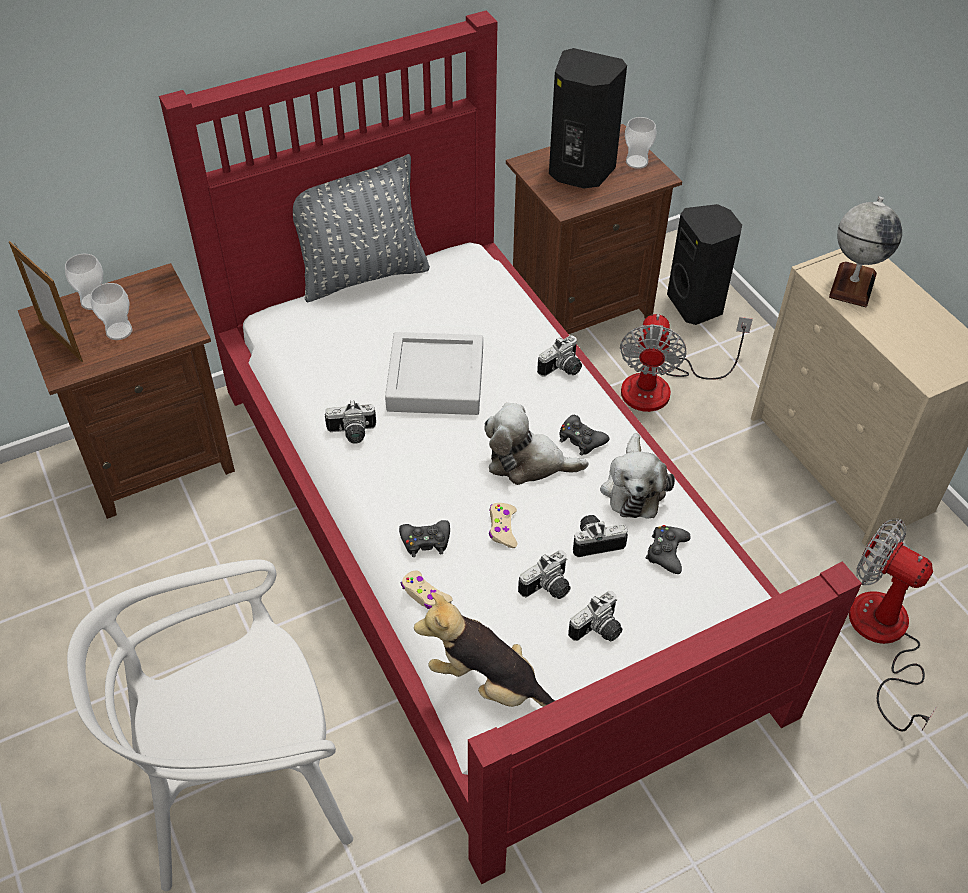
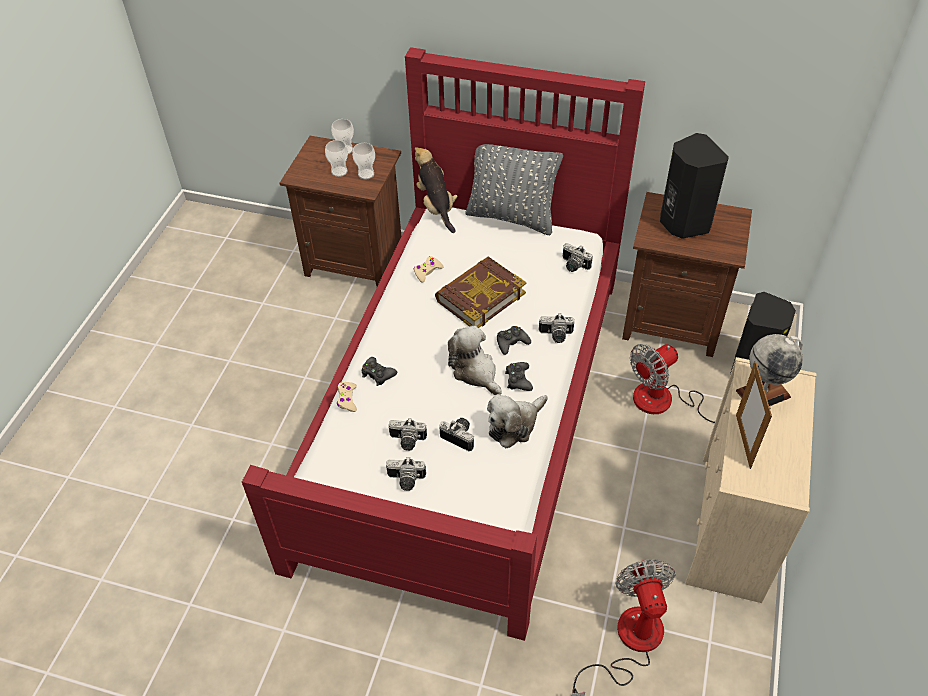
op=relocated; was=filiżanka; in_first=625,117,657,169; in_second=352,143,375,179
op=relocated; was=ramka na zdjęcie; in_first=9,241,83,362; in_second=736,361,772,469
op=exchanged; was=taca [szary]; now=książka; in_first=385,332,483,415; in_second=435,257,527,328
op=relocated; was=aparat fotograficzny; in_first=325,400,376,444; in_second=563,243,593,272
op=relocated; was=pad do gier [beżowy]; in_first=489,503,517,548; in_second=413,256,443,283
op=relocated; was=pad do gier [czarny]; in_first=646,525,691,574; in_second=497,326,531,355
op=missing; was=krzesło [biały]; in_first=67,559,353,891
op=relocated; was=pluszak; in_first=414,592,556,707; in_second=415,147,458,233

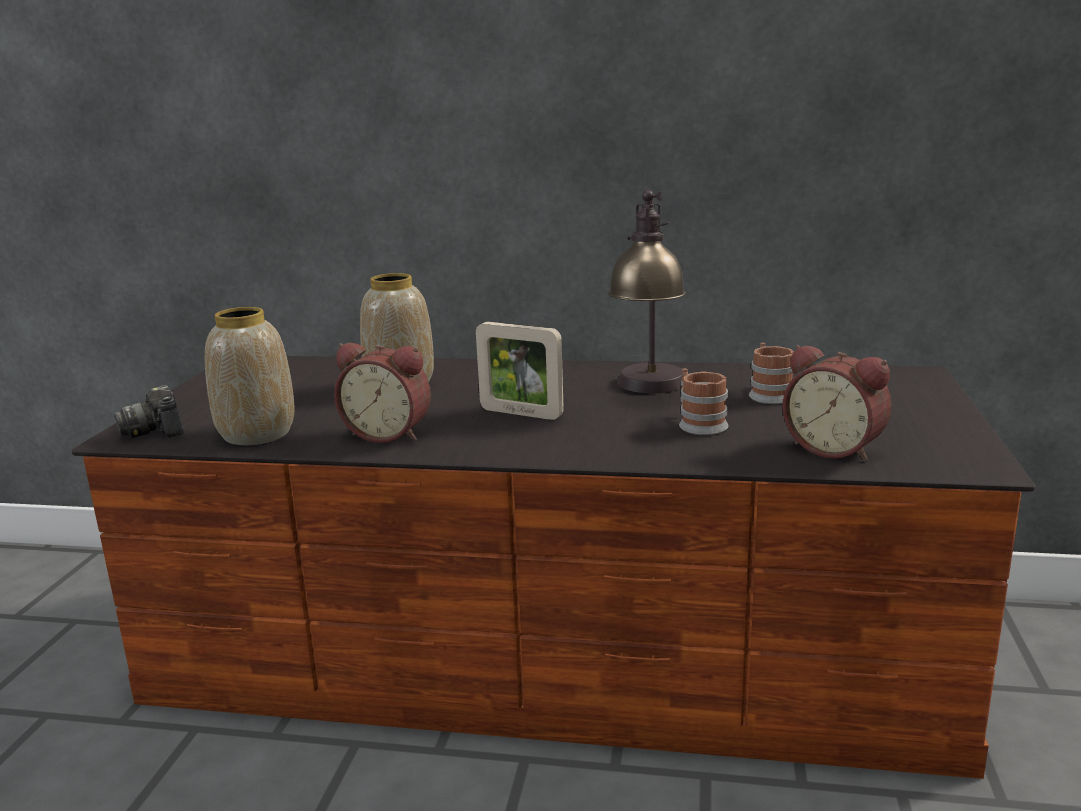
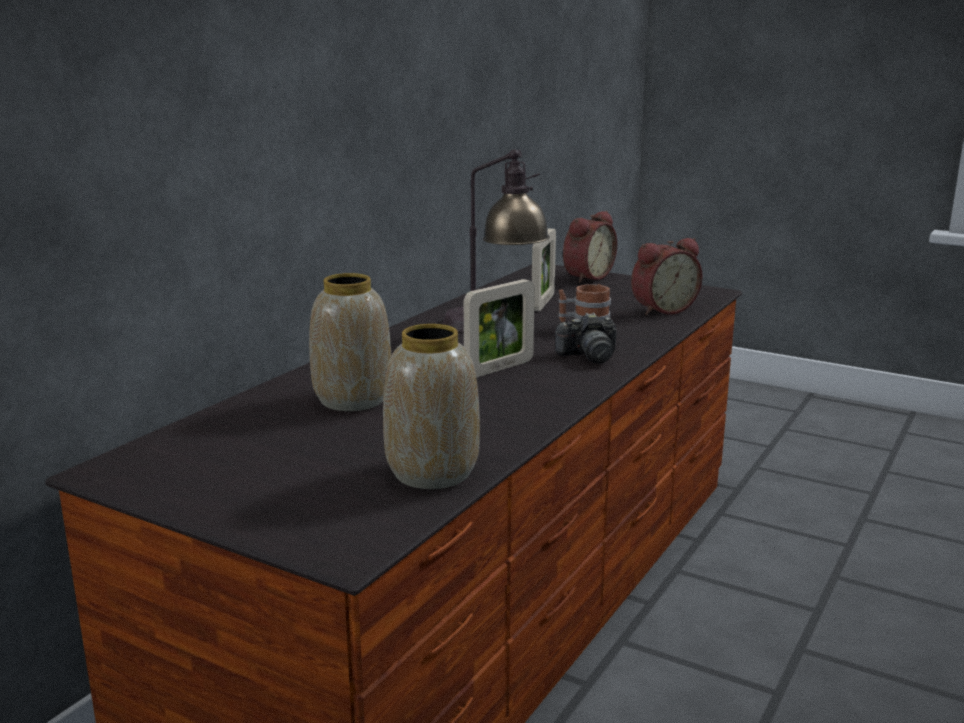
op=relocated; was=budzik; in_first=334,343,431,443; in_second=563,211,617,283
op=exchanged; was=kubek; now=ramka na zdjęcie; in_first=749,343,794,404; in_second=532,228,556,311
op=relocated; was=aparat fotograficzny; in_first=114,385,184,438; in_second=555,313,616,364

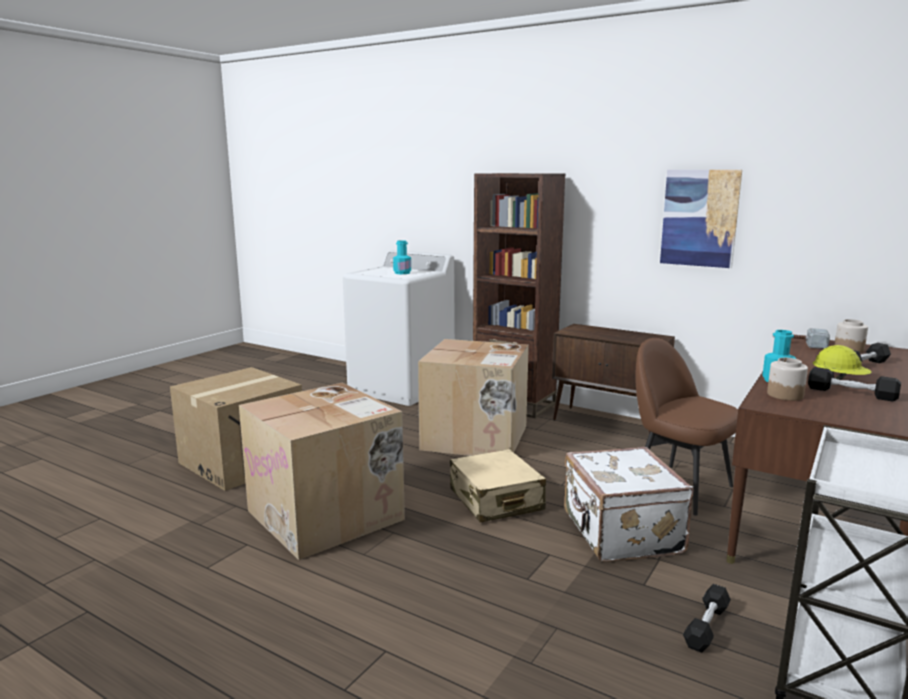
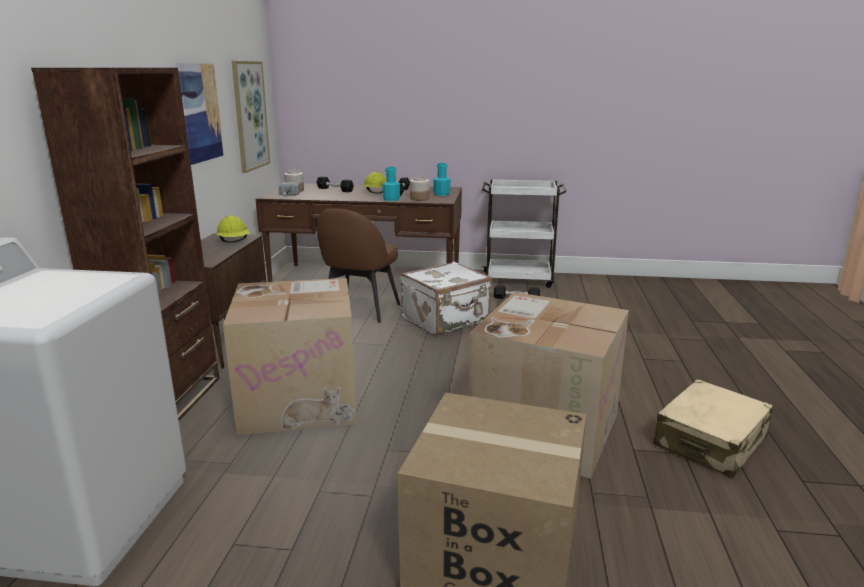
op=relocated; was=butelka [turkusowy]; in_first=393,240,411,274; in_second=434,163,450,196
op=relocated; was=walizka [beżowy]; in_first=450,449,546,522; in_second=653,379,774,478
op=appeared; now=obraz; in_second=232,61,270,173
op=appeared; now=kask [żółty]; in_second=216,215,250,243

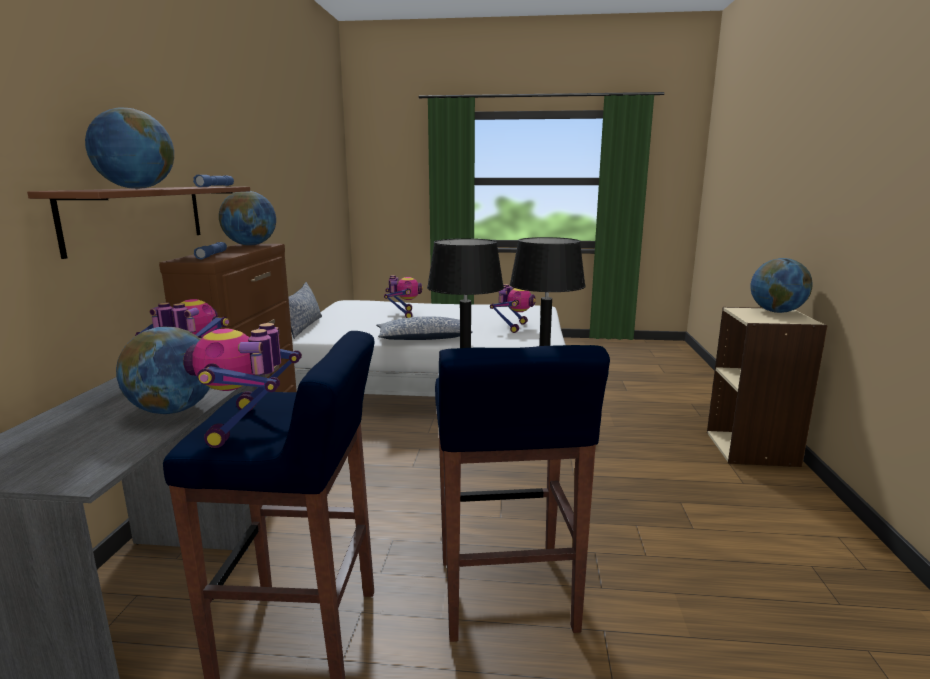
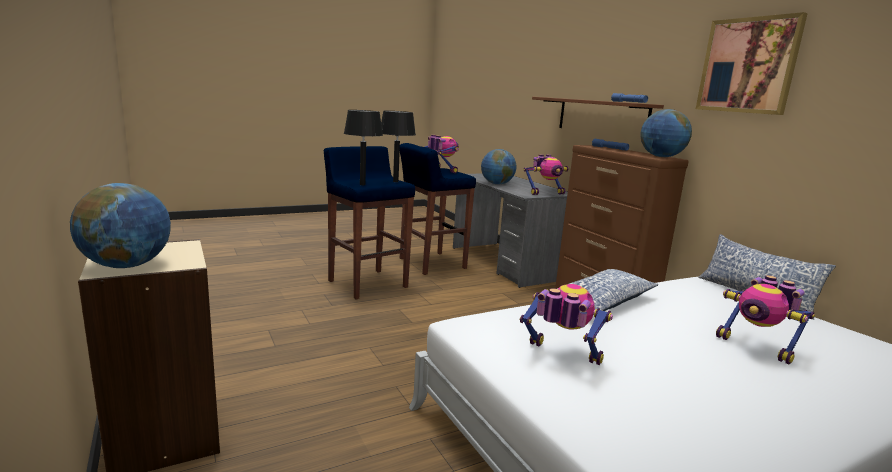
op=missing; was=globus; in_first=85,108,174,189
op=spun; was=robot zabawkowy; in_first=490,284,536,333; in_second=520,284,613,365; clockwise=135
op=appeared; now=obraz; in_second=696,12,808,115

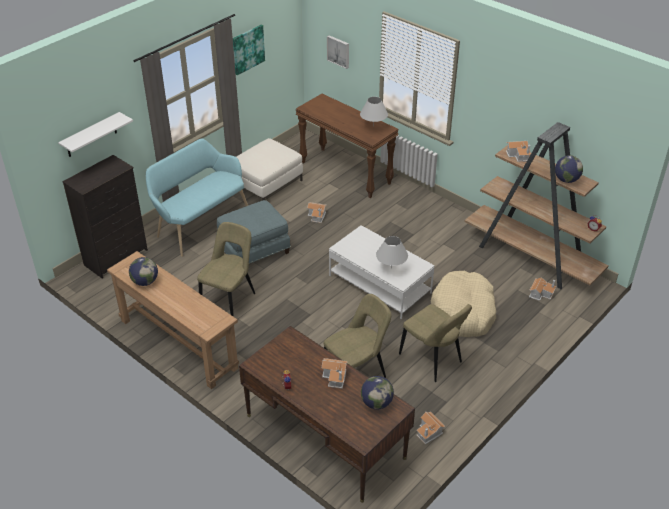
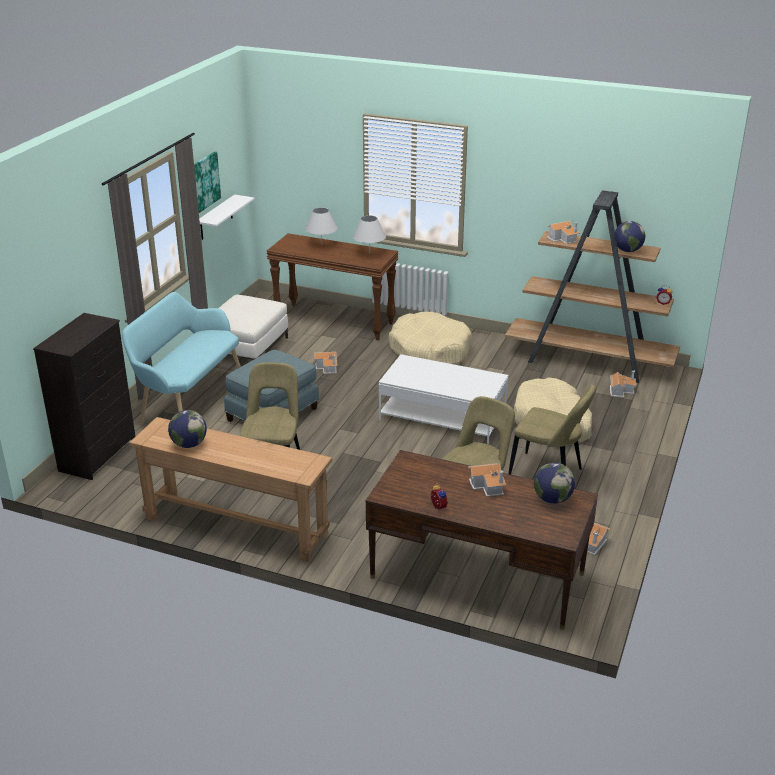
op=missing; was=obraz; in_first=327,35,349,69
op=relocated; was=półka [biały]; in_first=58,112,133,157; in_second=199,195,254,240
op=relocated; was=lampa stołowa [biały]; in_first=376,236,408,268; in_second=305,207,338,241
op=appeared; now=legowisko [beżowy]; in_second=389,312,472,365

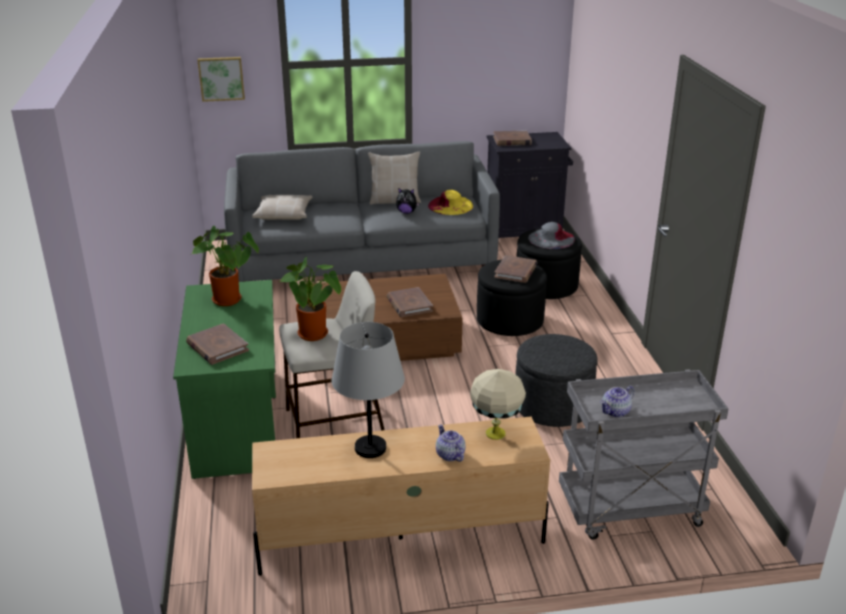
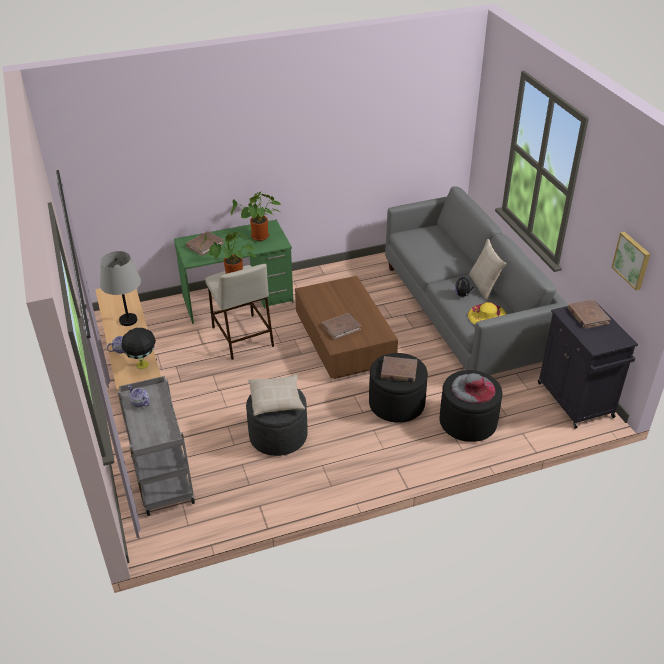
op=relocated; was=obraz; in_first=198,57,245,102; in_second=611,232,650,290
op=relocated; was=poduszka [beżowy]; in_first=252,195,312,220; in_second=248,374,305,416
op=colour; was=lampa stołowa [beżowy]; now=lampa stołowa [czarny]; in_first=470,369,526,440; in_second=121,328,156,369

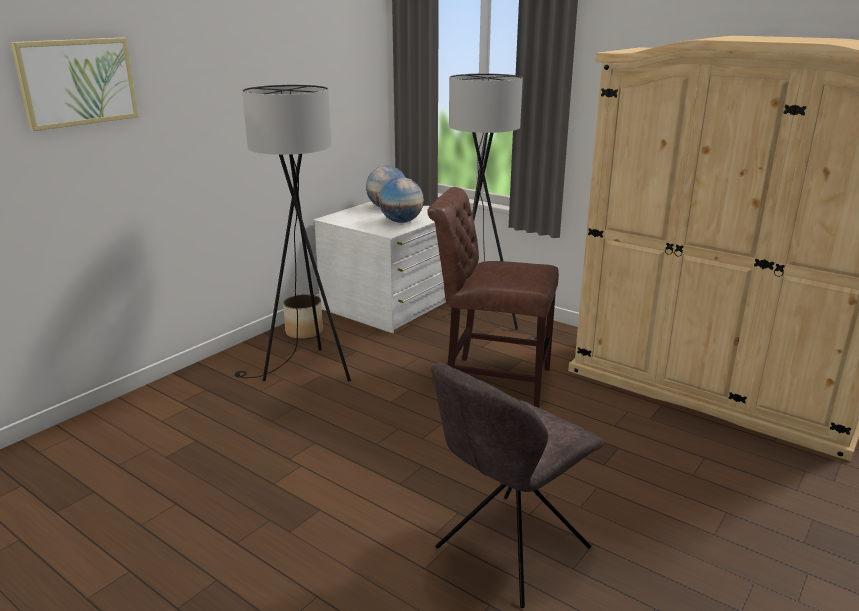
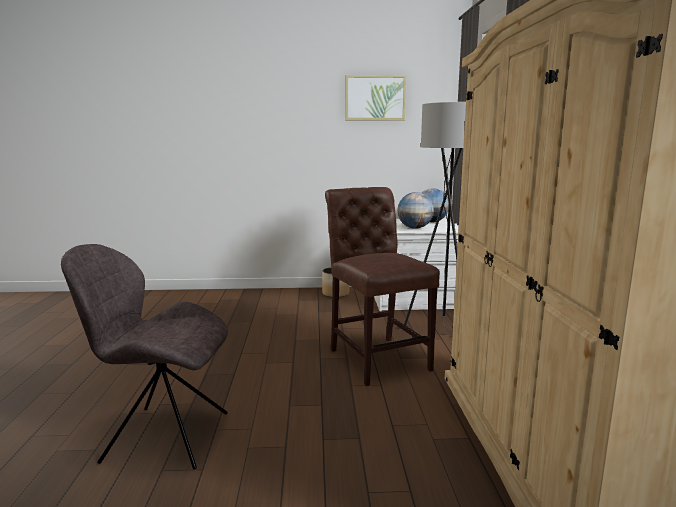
op=relocated; was=obraz; in_first=11,38,139,131; in_second=345,75,406,120
op=missing; was=lampa stojąca [czarny]; in_first=234,85,351,382

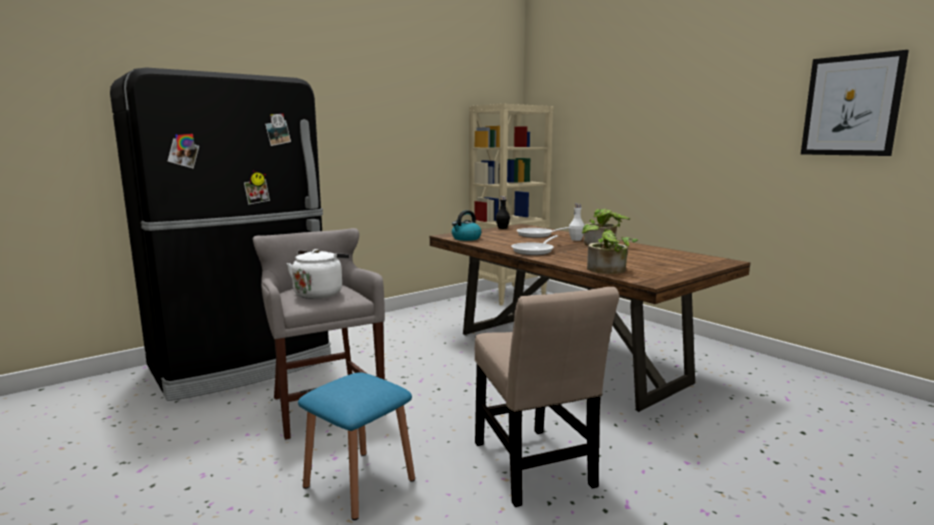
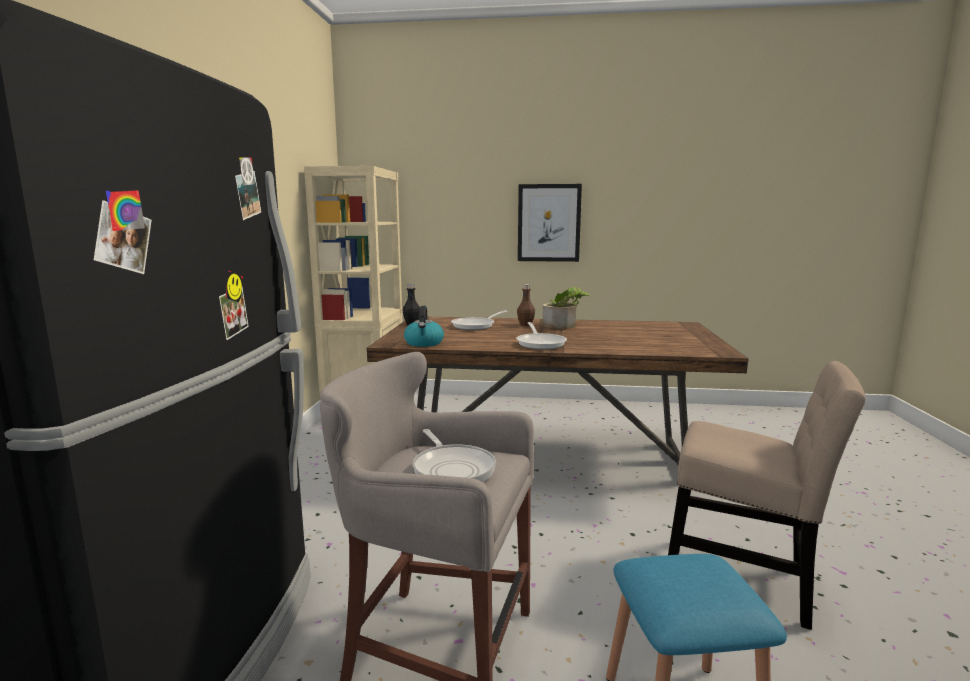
op=relocated; was=obraz; in_first=801,50,909,156; in_second=518,184,582,262
op=colour; was=butelka [biały]; now=butelka [brązowy]; in_first=569,204,585,241; in_second=517,284,535,326
op=missing; was=roślina doniczkowa; in_first=582,224,638,274
op=exchanged; was=czajnik [biały]; now=patelnia; in_first=287,249,349,299; in_second=413,429,496,482

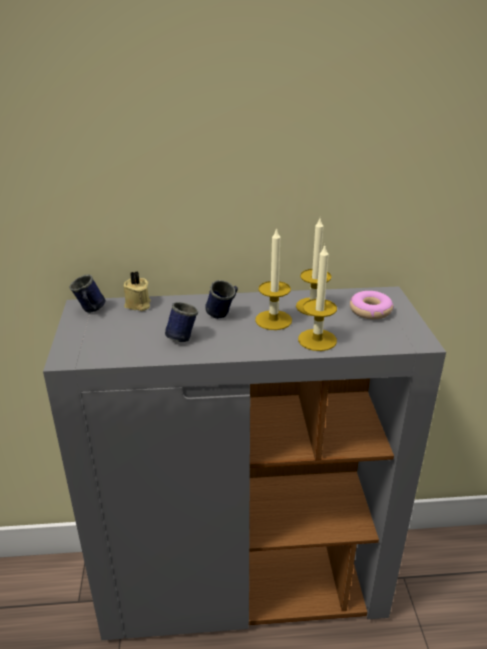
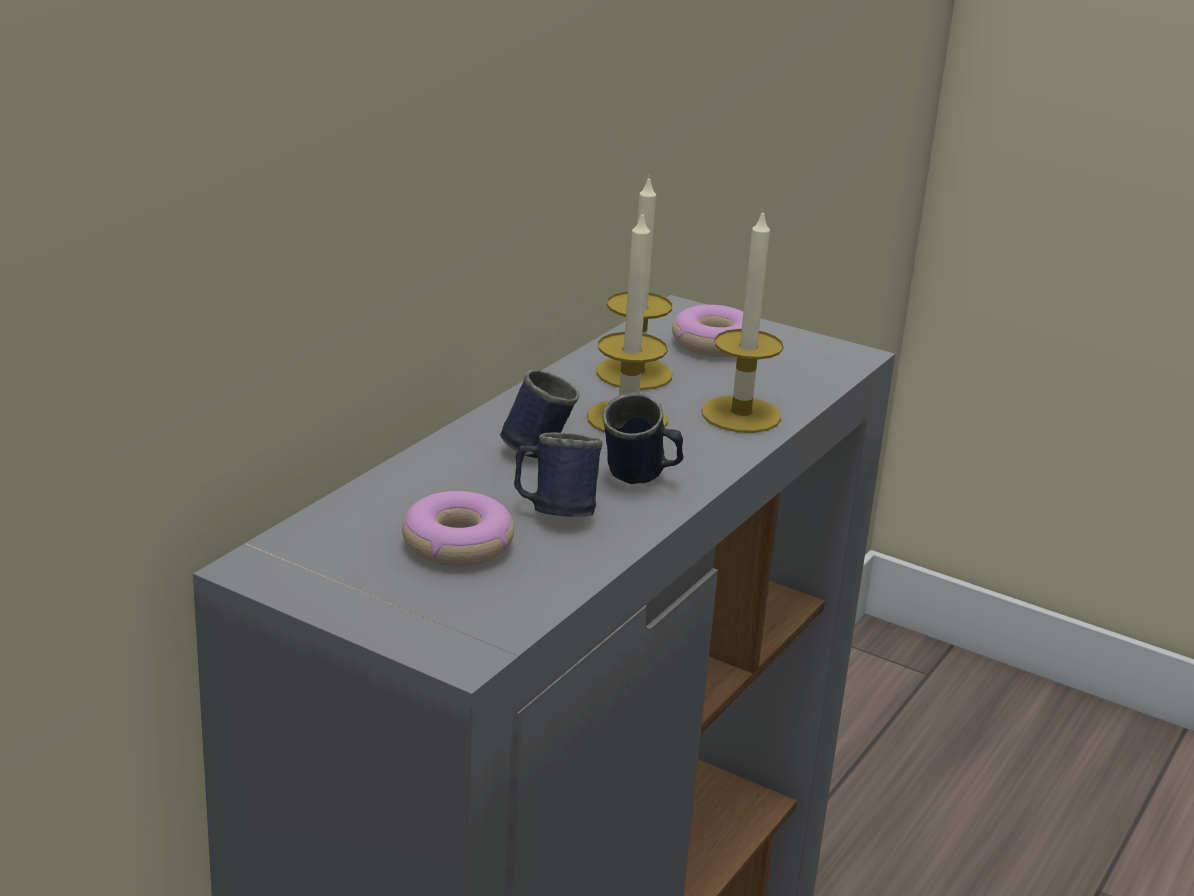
op=missing; was=świeca [beżowy]; in_first=123,271,151,311
op=relocated; was=kubek [niebieski]; in_first=70,274,106,313; in_second=603,393,683,484
op=appeared; now=donut; in_second=402,491,514,567

